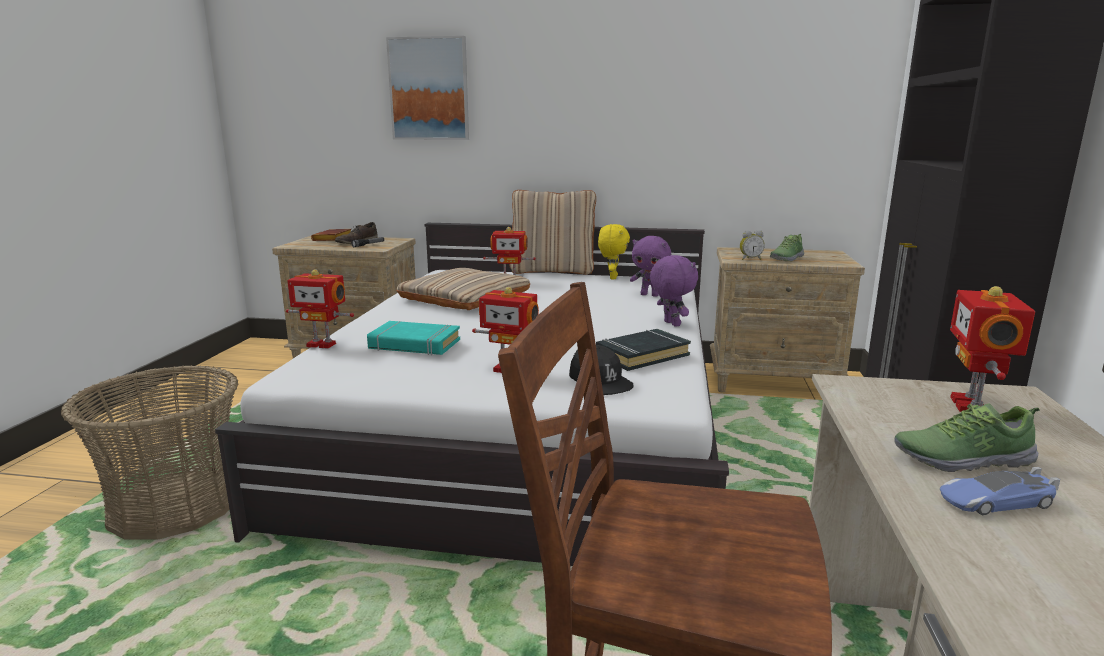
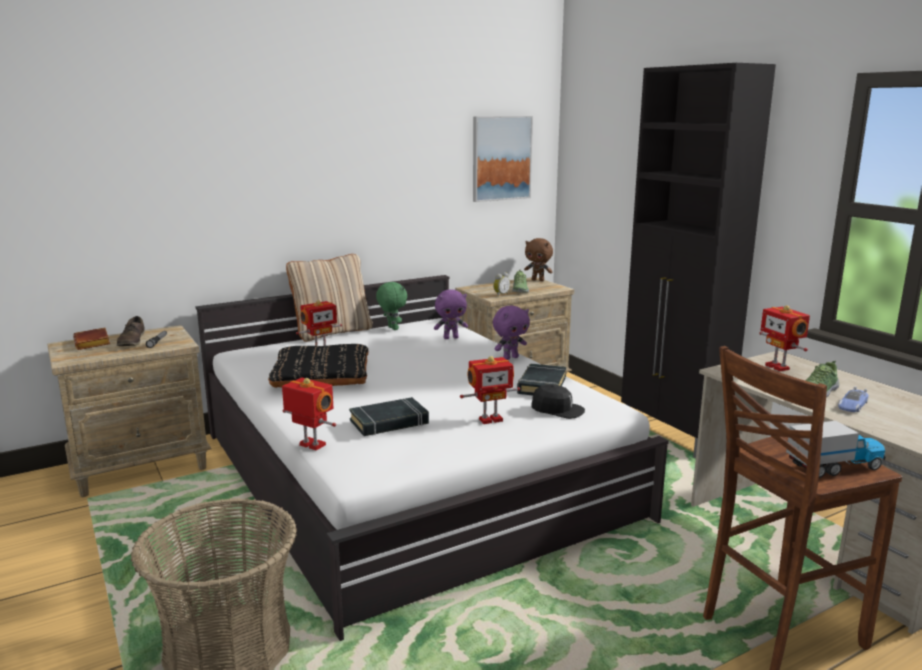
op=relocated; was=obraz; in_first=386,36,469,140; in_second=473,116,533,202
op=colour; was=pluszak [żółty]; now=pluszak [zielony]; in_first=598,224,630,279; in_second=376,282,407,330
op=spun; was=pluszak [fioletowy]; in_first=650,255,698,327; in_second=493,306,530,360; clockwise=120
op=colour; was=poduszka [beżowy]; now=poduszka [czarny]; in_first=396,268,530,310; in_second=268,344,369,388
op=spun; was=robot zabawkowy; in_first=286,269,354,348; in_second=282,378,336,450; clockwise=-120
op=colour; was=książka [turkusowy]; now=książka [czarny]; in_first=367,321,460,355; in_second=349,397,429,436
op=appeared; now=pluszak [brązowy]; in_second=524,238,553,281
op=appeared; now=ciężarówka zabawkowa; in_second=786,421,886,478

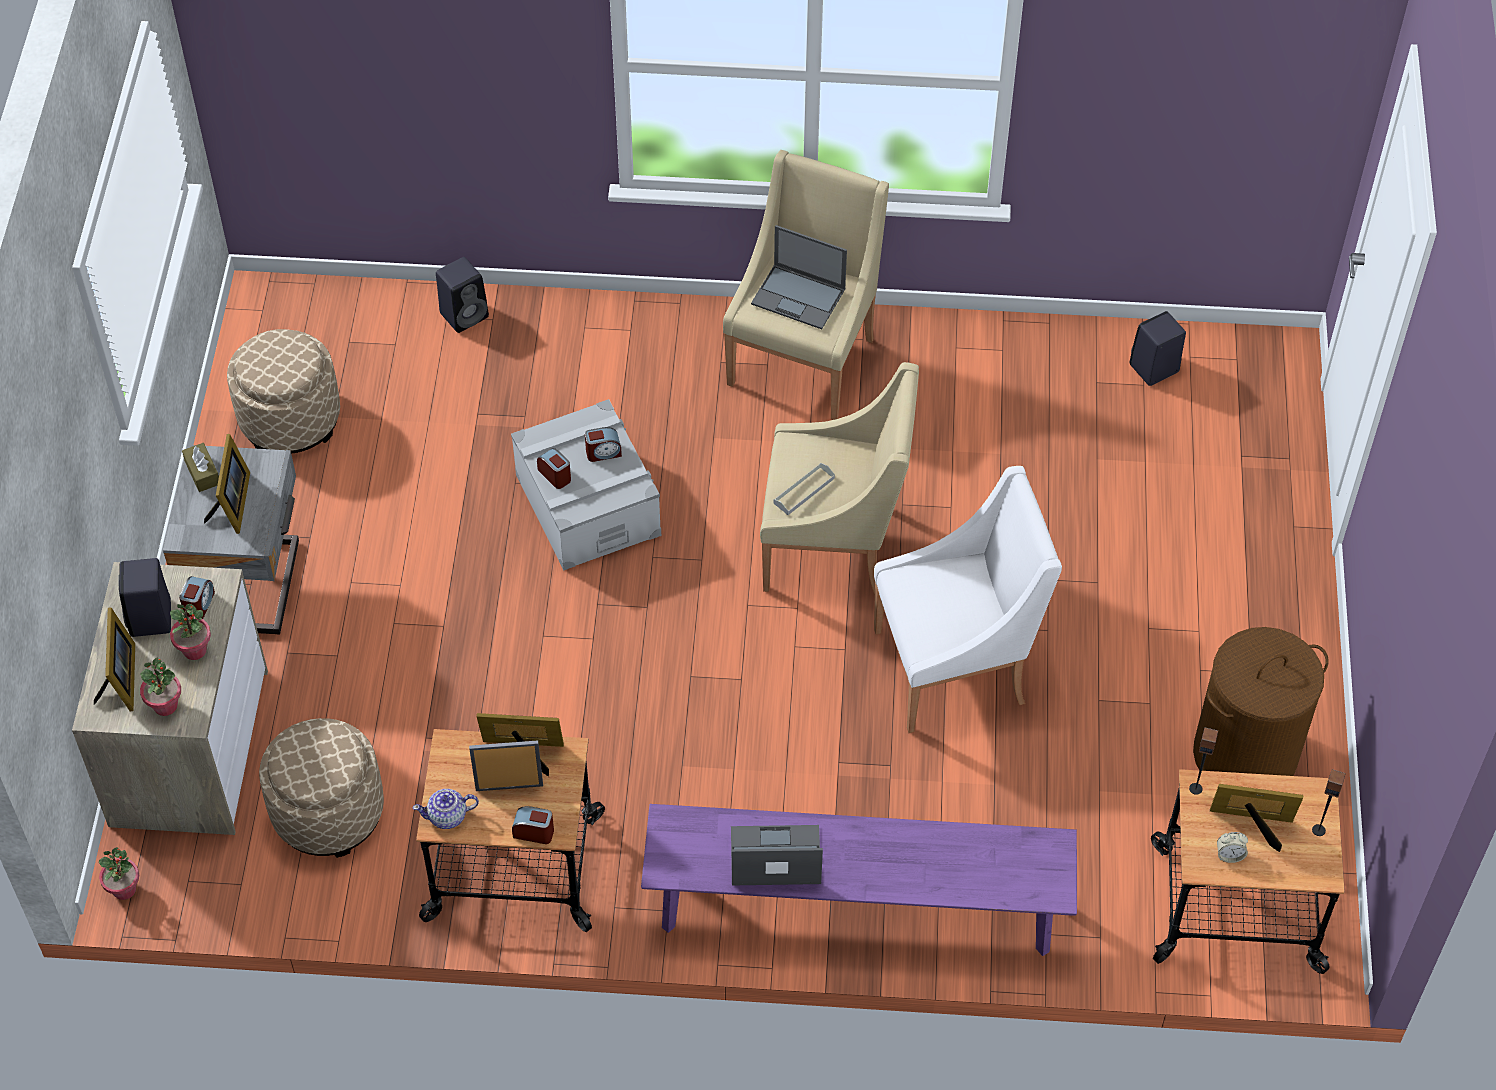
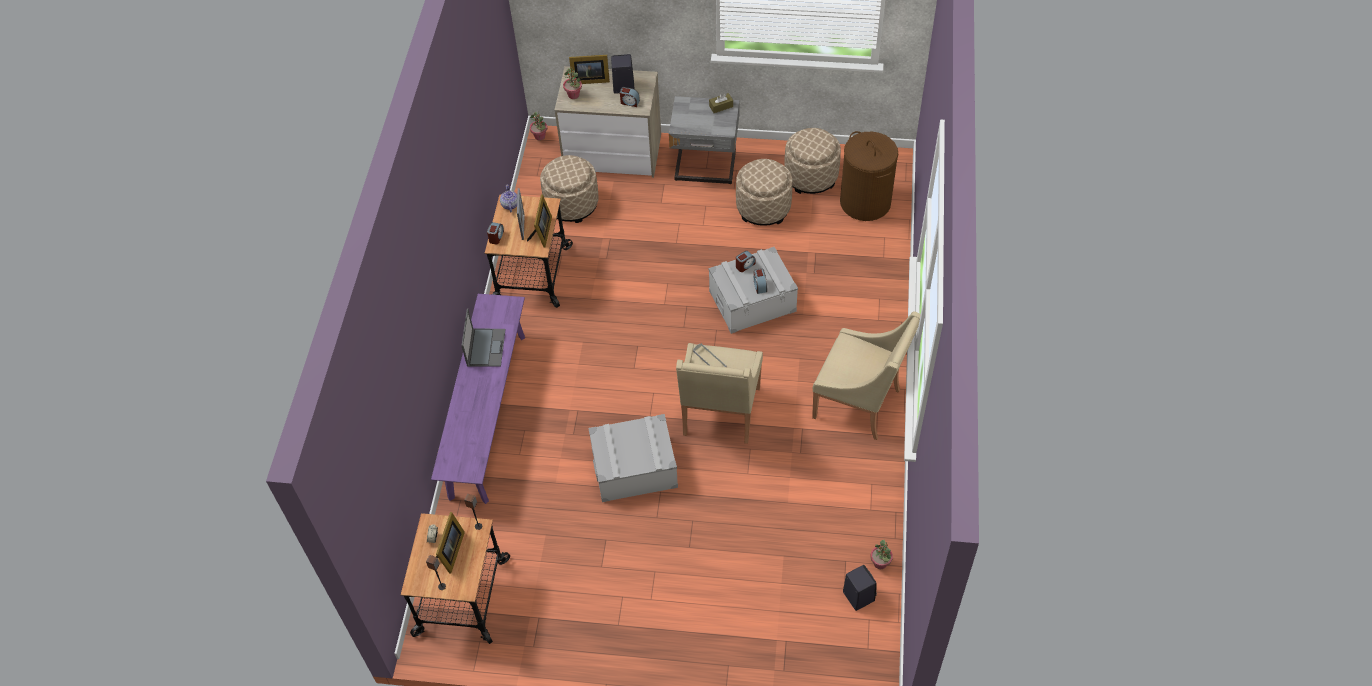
op=missing; was=laptop; in_first=751,225,847,329
op=missing; was=głośnik [czarny]; in_first=436,257,489,333
op=missing; was=ramka na zdjęcie; in_first=204,434,250,534
op=exchanged; was=fotel [biały]; now=pojemnik do przechowywania [szary]; in_first=874,466,1062,733; in_second=588,414,678,502
op=relocated; was=roślina doniczkowa; in_first=170,604,211,660; in_second=870,540,893,569
op=relocated; was=kosz na pranie [brązowy]; in_first=1193,627,1329,776; in_second=840,131,898,221
op=appeared; now=pufa [beżowy]; in_second=736,159,792,226

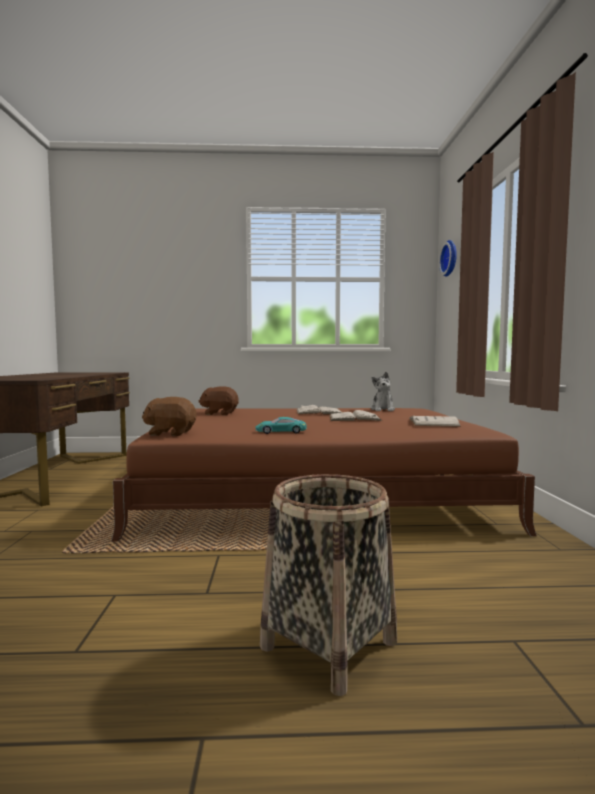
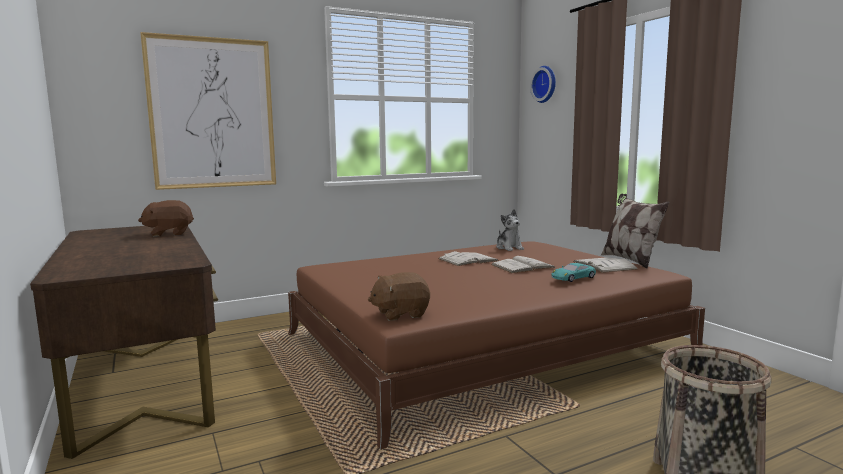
op=relocated; was=pluszak [brązowy]; in_first=198,386,239,415; in_second=138,200,194,237
op=relocated; was=samochodzik [turkusowy]; in_first=256,417,307,434; in_second=551,263,596,282
op=appeared; now=obraz; in_second=140,32,276,190
op=appeared; now=poduszka; in_second=601,193,670,269

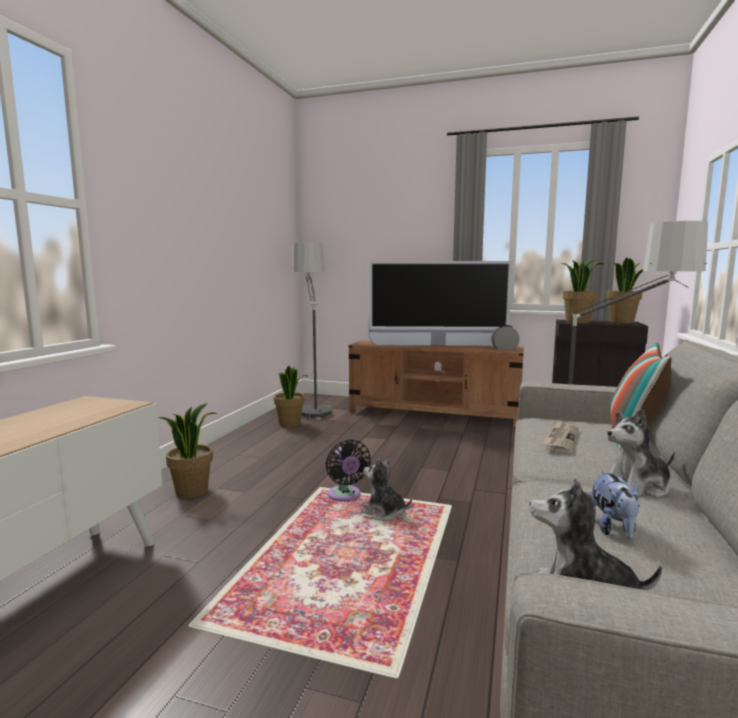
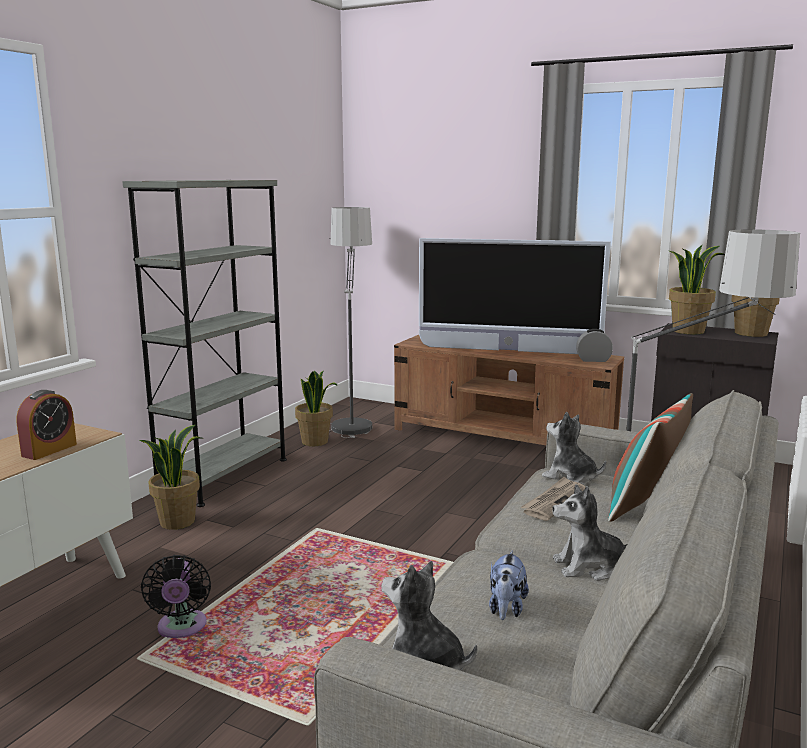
op=relocated; was=wentylator [czarny]; in_first=326,439,371,501; in_second=141,555,211,638
op=relocated; was=pluszak; in_first=361,458,412,521; in_second=542,412,606,485
op=appeared; now=regał [szary]; in_second=122,180,287,507
op=appeared; now=budzik; in_second=16,390,77,460

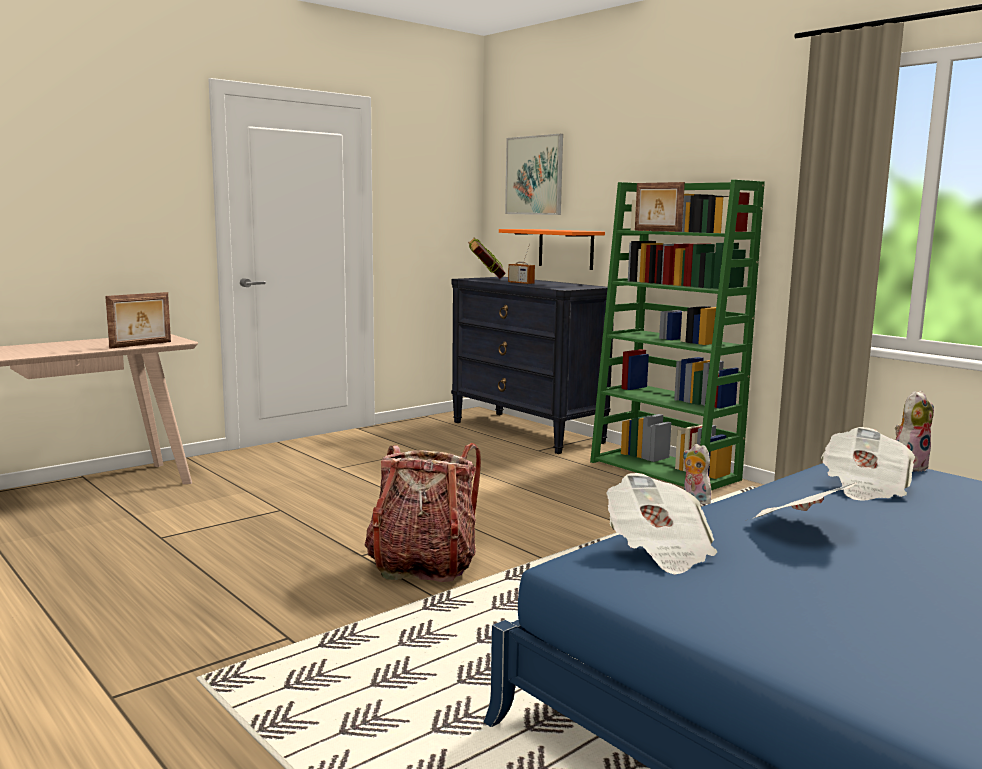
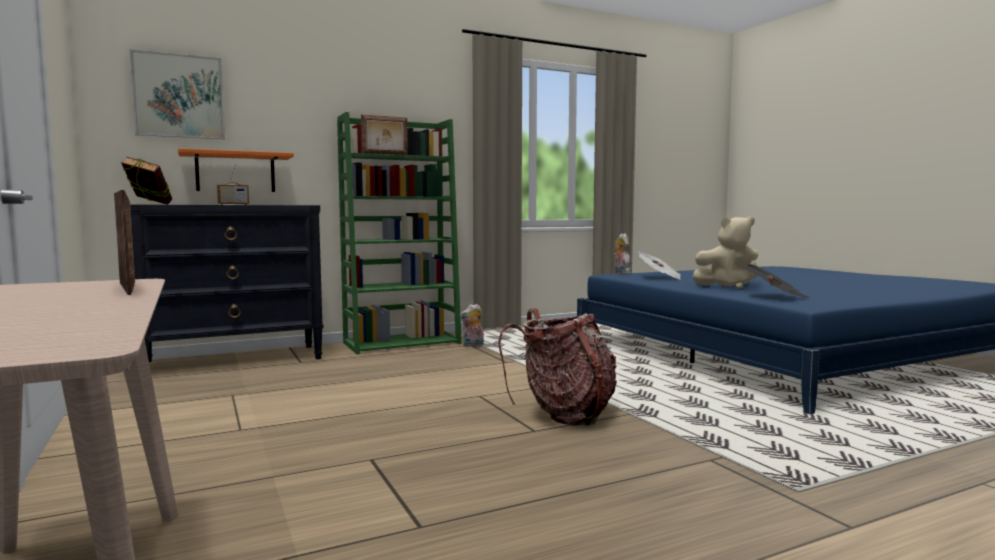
op=exchanged; was=gazeta; now=pluszak [beżowy]; in_first=752,482,857,519; in_second=692,216,761,289

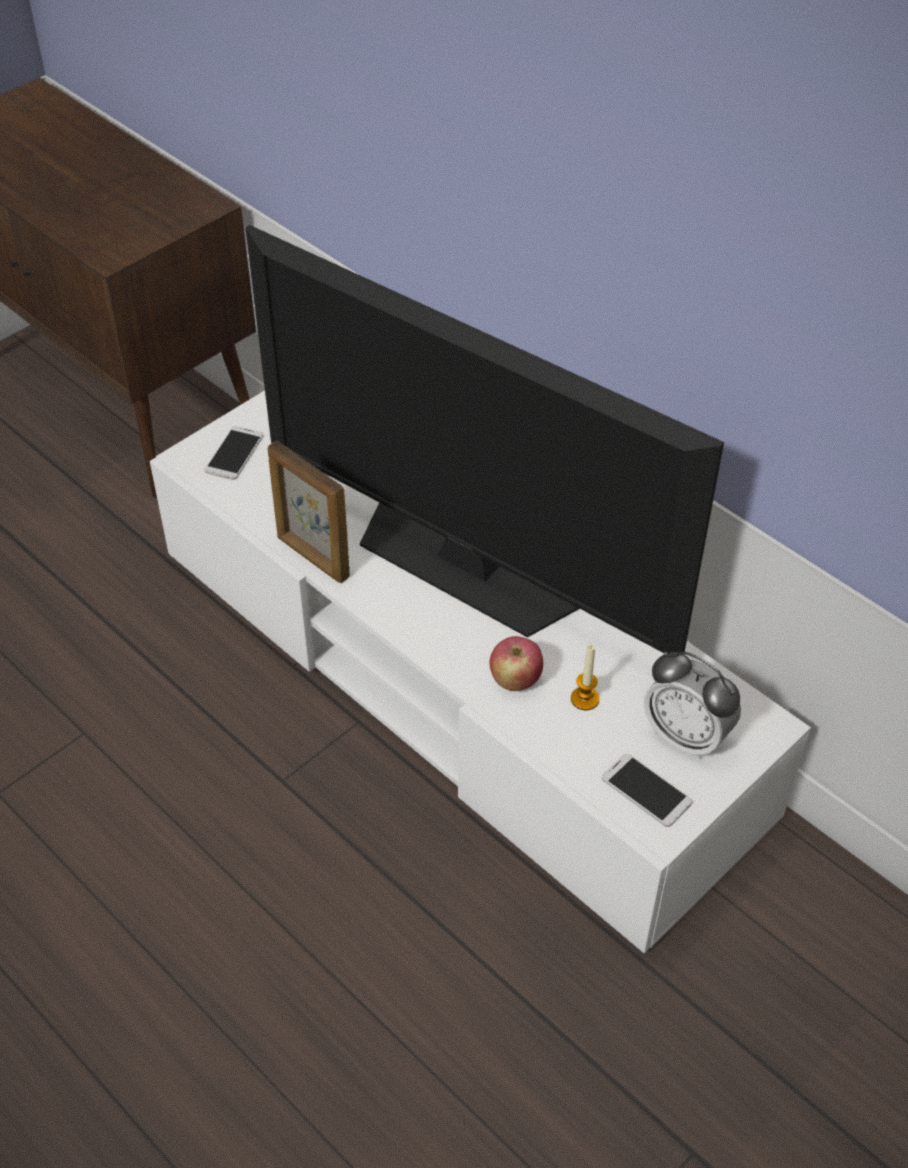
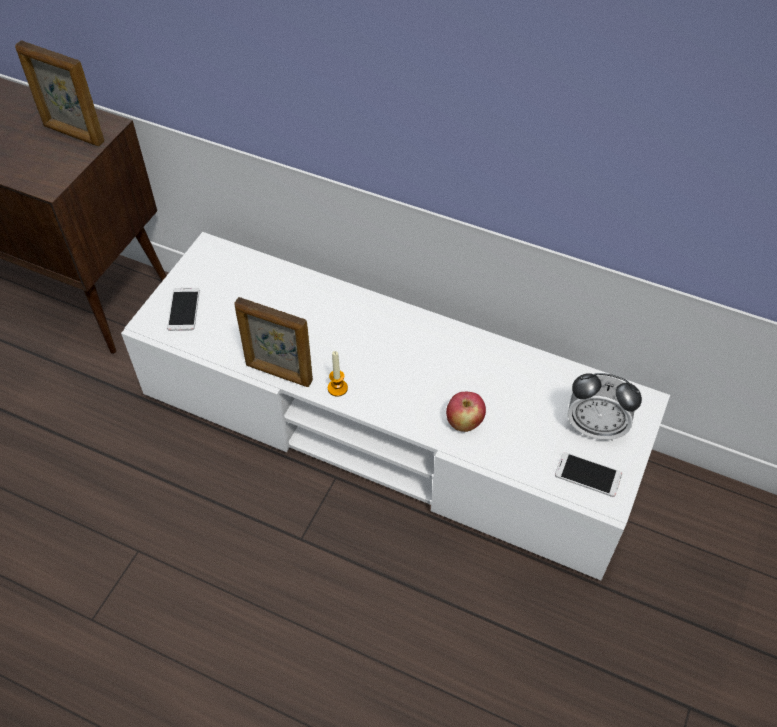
op=missing; was=telewizor; in_first=246,225,724,653
op=relocated; was=świeca; in_first=571,645,599,710; in_second=328,351,348,396
op=appeared; now=ramka na zdjęcie; in_second=15,41,104,146

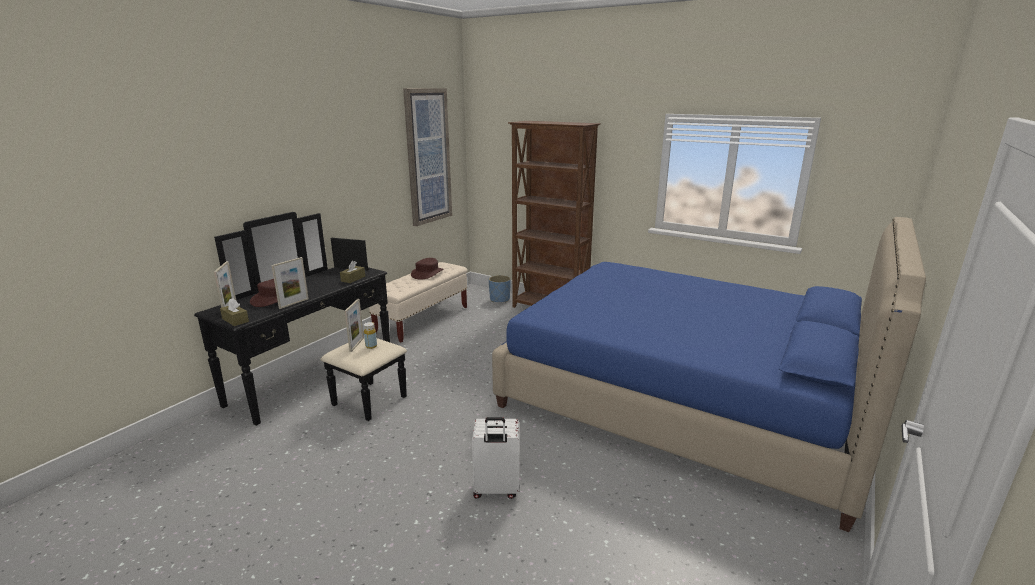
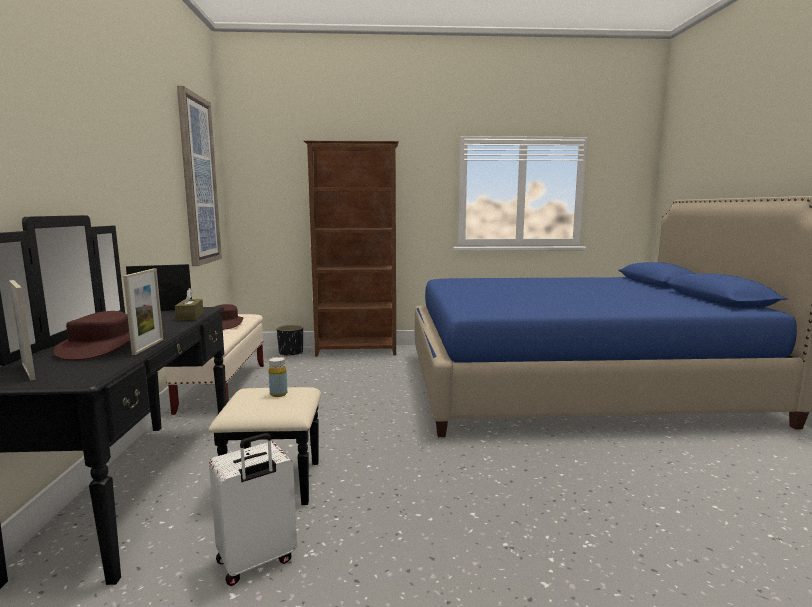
op=colour; was=donica [niebieski]; now=donica [czarny]; in_first=489,275,511,302; in_second=277,325,303,357
op=missing; was=pudełko chusteczek [brązowy]; in_first=220,298,249,326
op=missing; was=ramka na zdjęcie; in_first=345,299,364,352
op=relocated; was=walizka [biały]; in_first=472,417,519,499; in_second=209,433,297,586

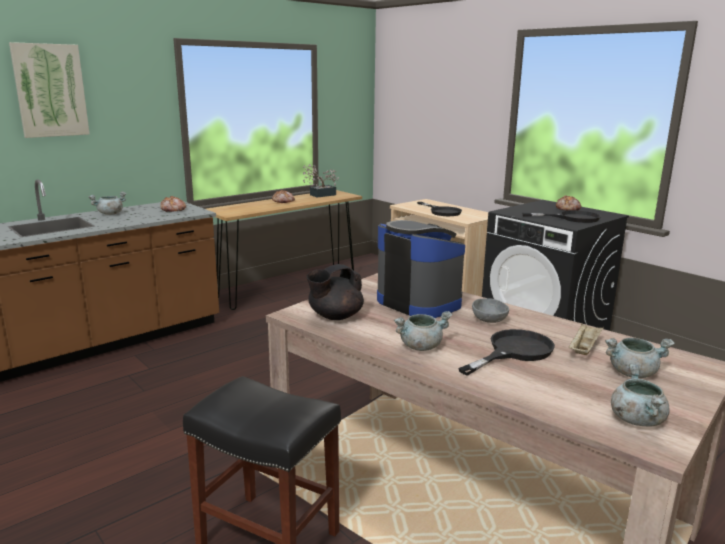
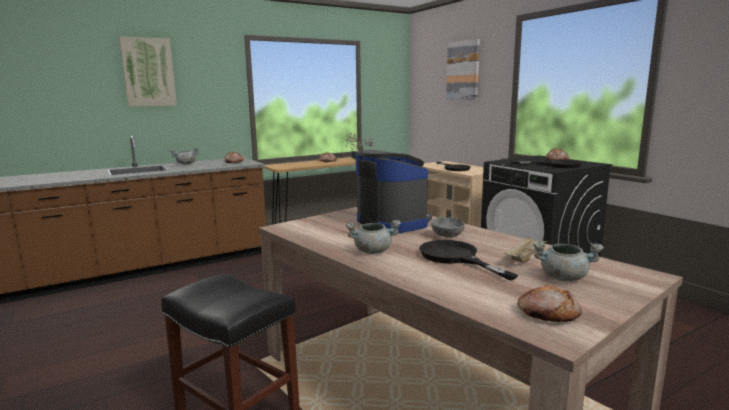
op=missing; was=imbryk [czarny]; in_first=306,264,364,320
op=spun; was=patelnia [czarny]; in_first=458,329,555,376; in_second=419,240,518,280; clockwise=-90
op=exchanged; was=garnek [szary]; now=chleb; in_first=611,364,670,426; in_second=517,285,582,322
op=appeared; now=obraz; in_second=446,39,480,100

